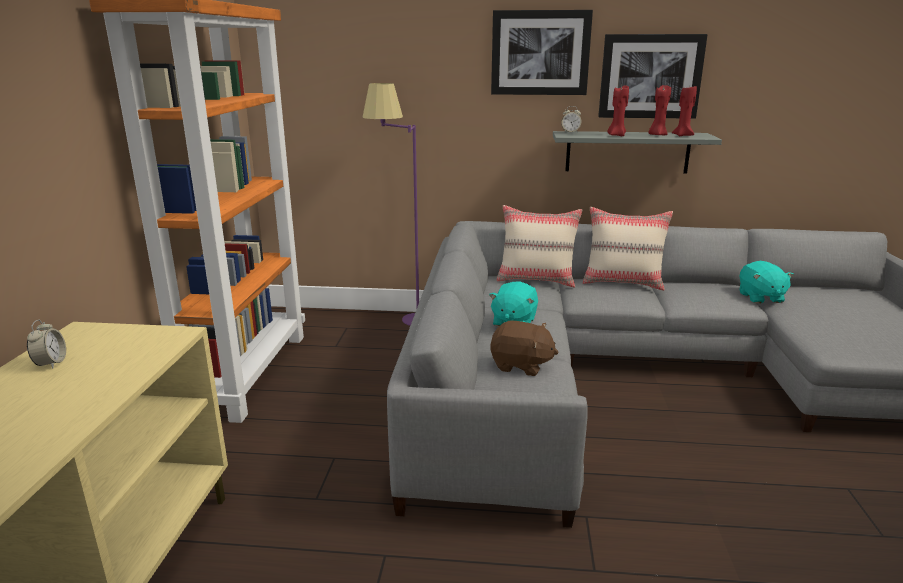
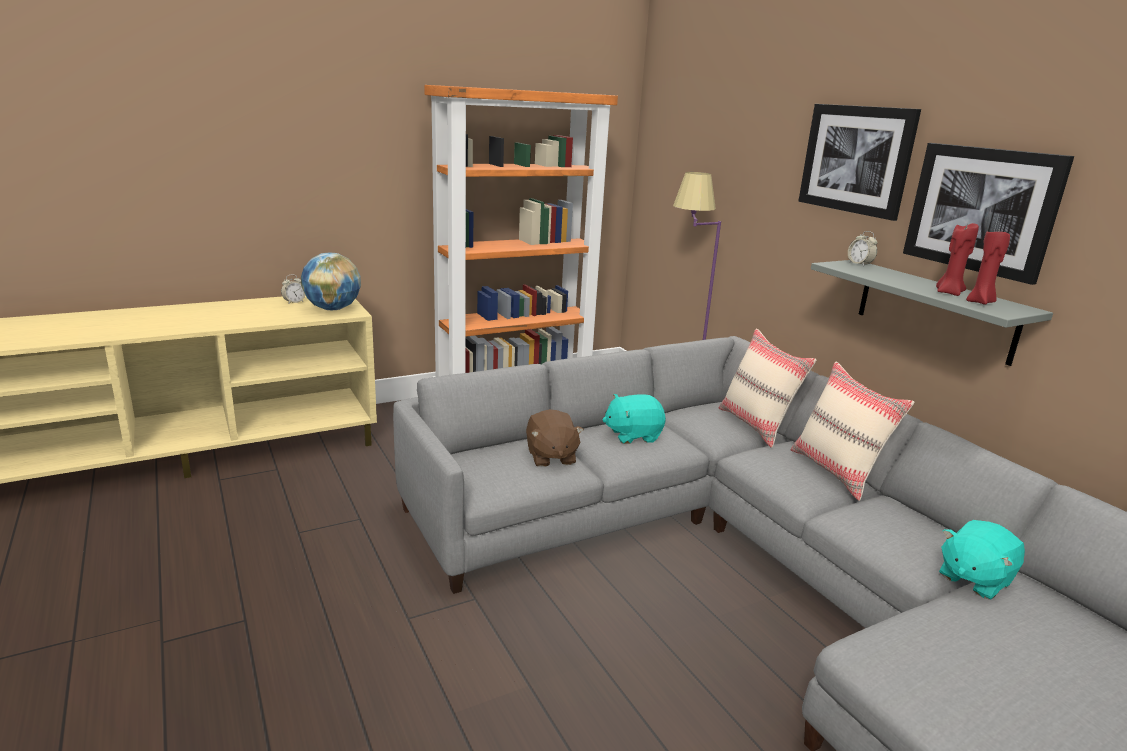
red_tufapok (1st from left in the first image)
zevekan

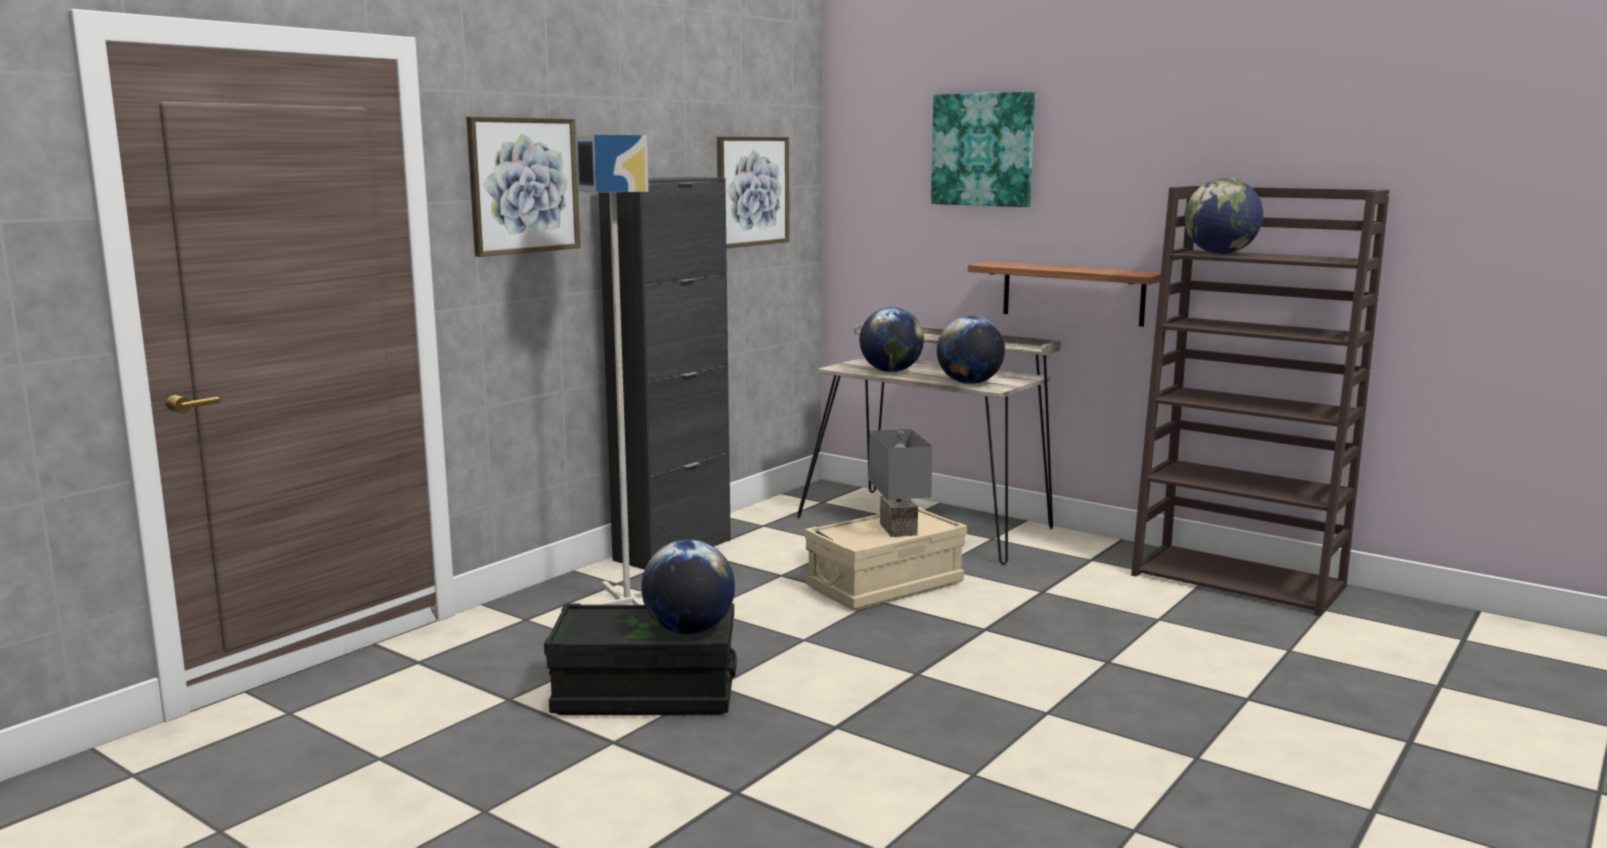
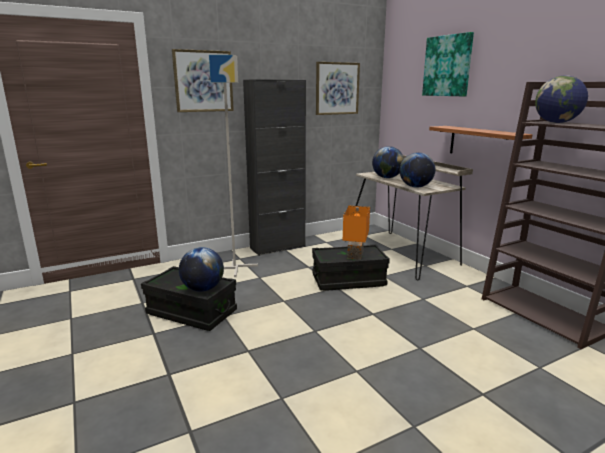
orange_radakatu
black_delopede (2nd from left)

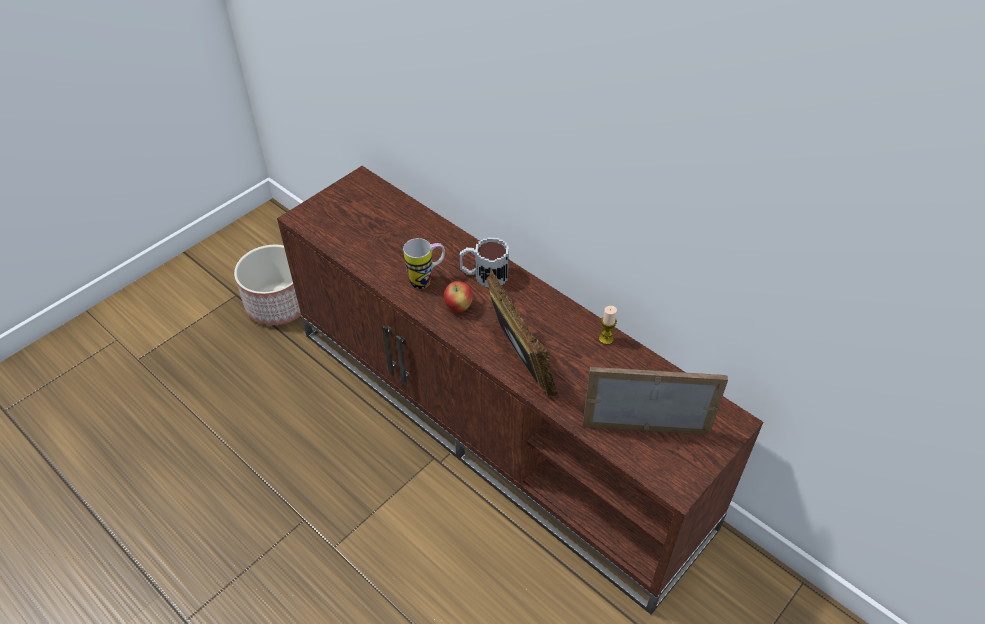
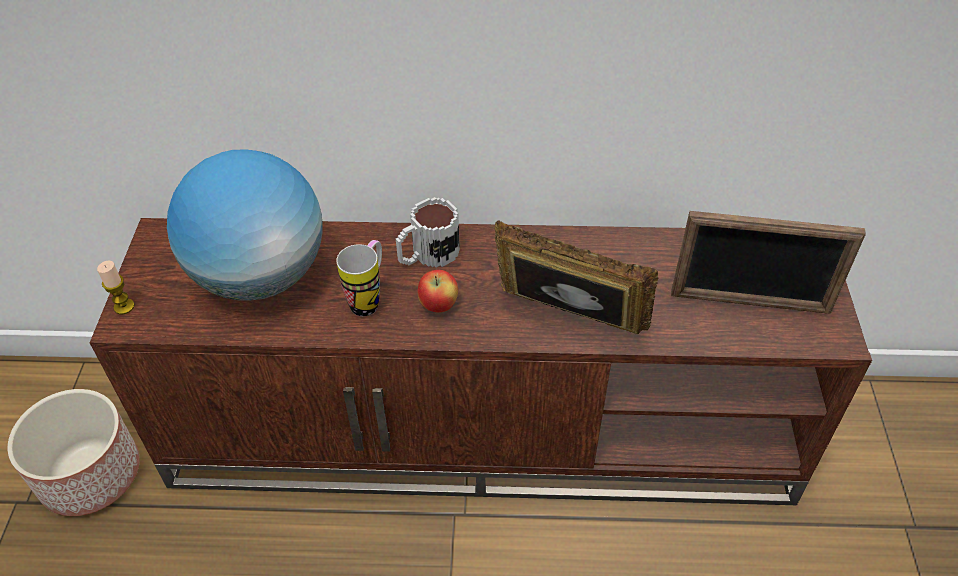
tufapok
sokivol (2nd from left)
zevekan

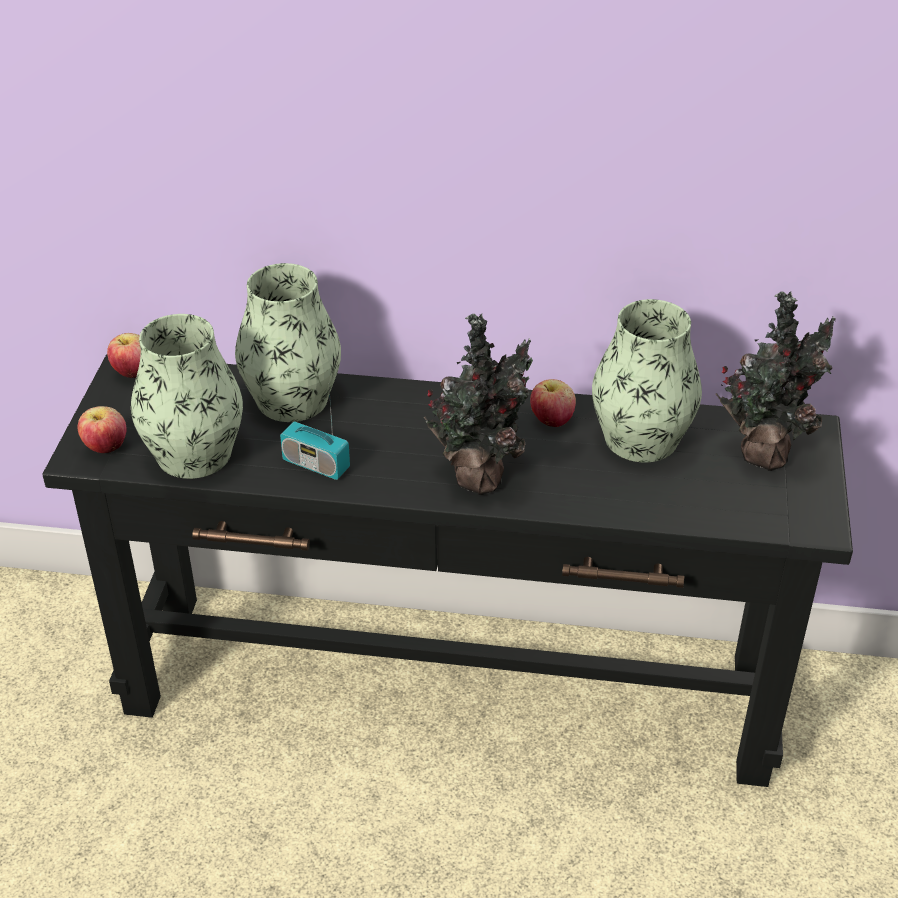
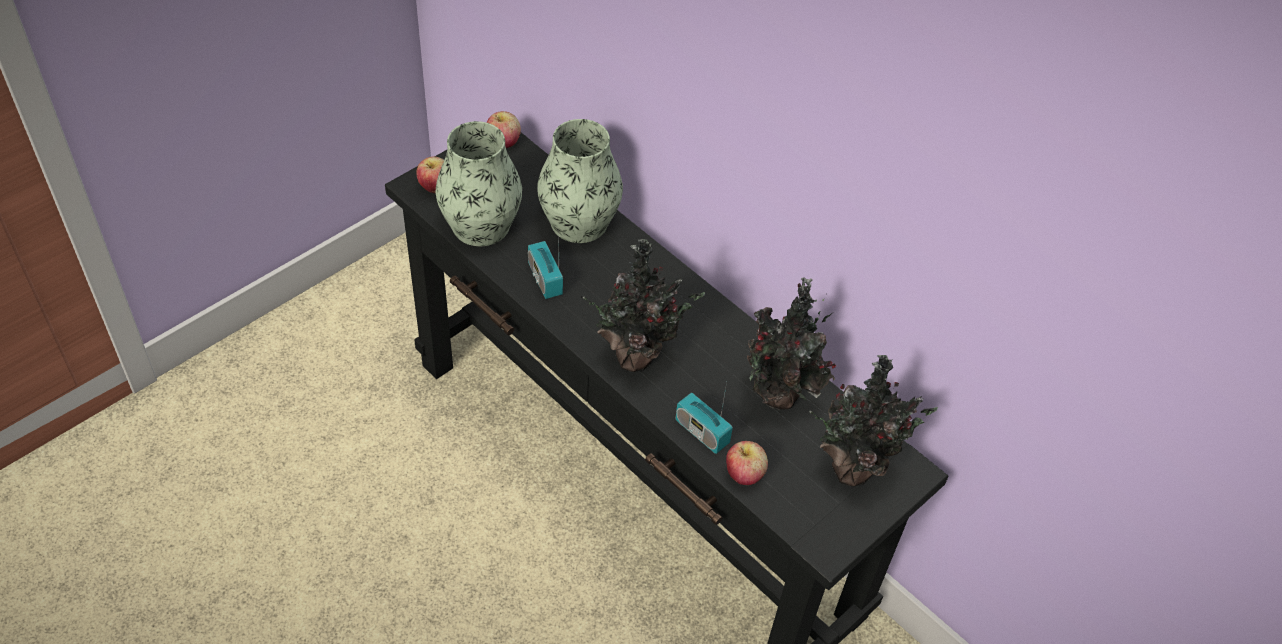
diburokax (2nd from left)
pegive (3rd from left)
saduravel (2nd from left)

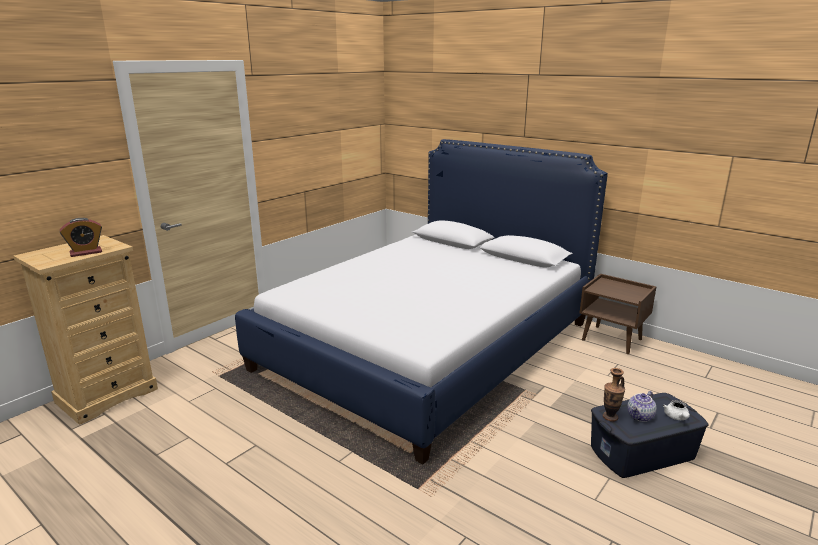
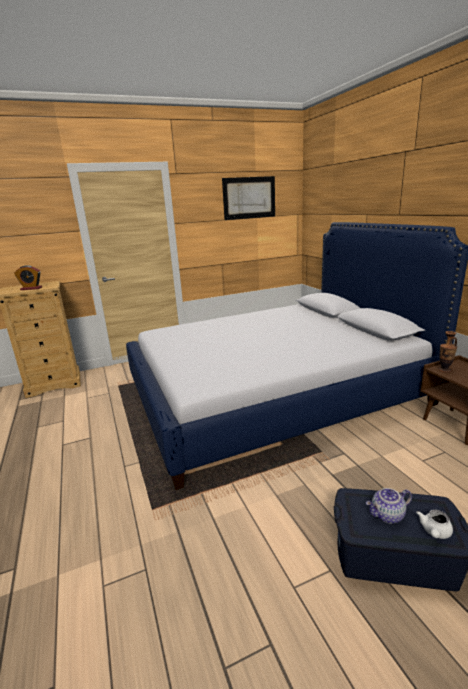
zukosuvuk
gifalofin

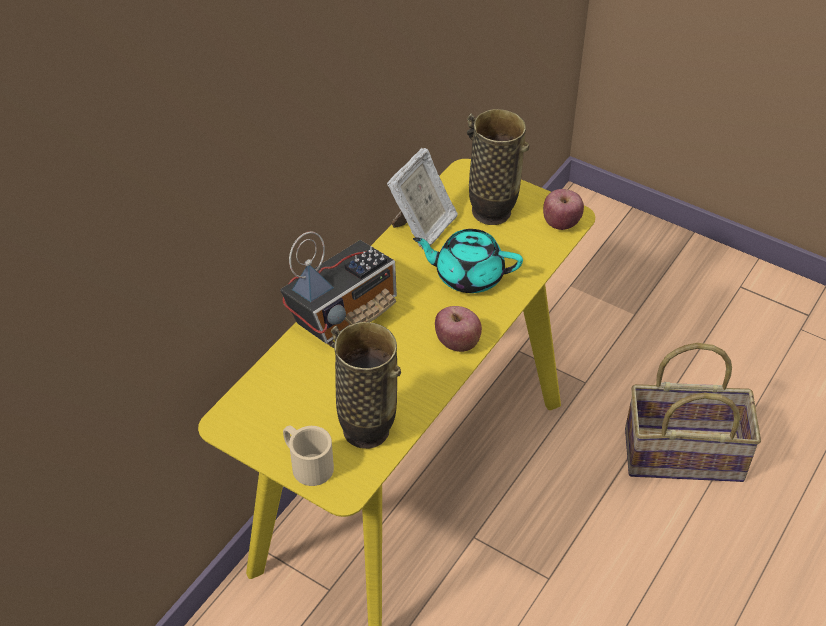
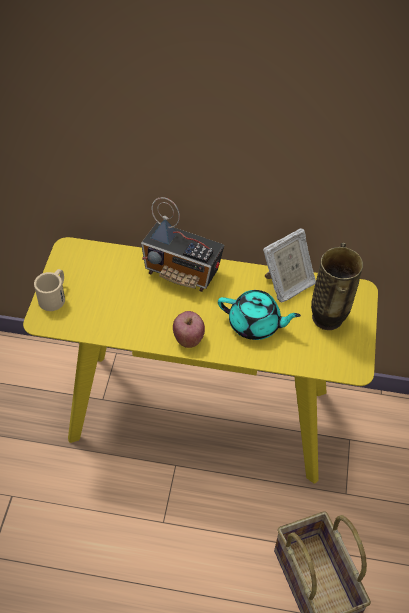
sokivol
pegive (2nd from left in the first image)
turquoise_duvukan
zukosuvuk (1st from left in the first image)

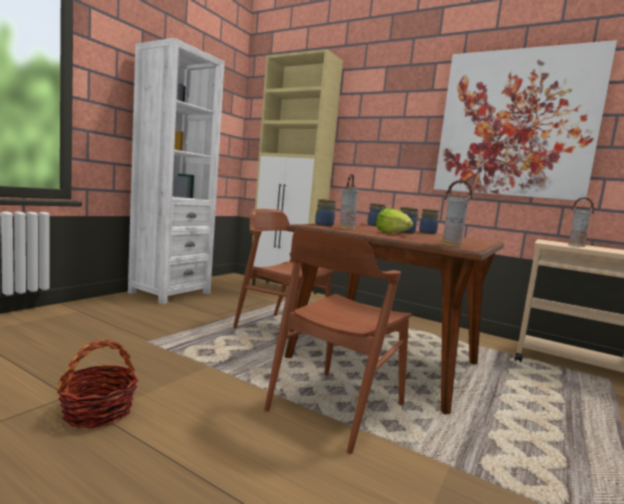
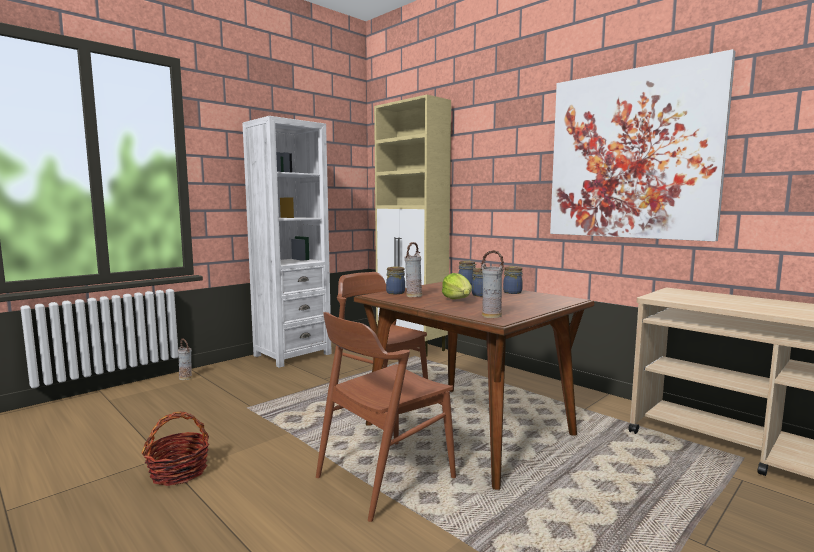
zukosuvuk (1st from left)

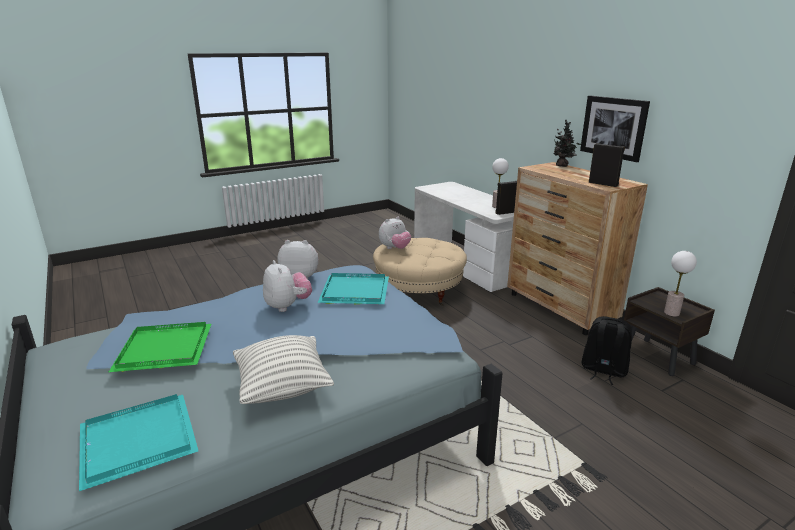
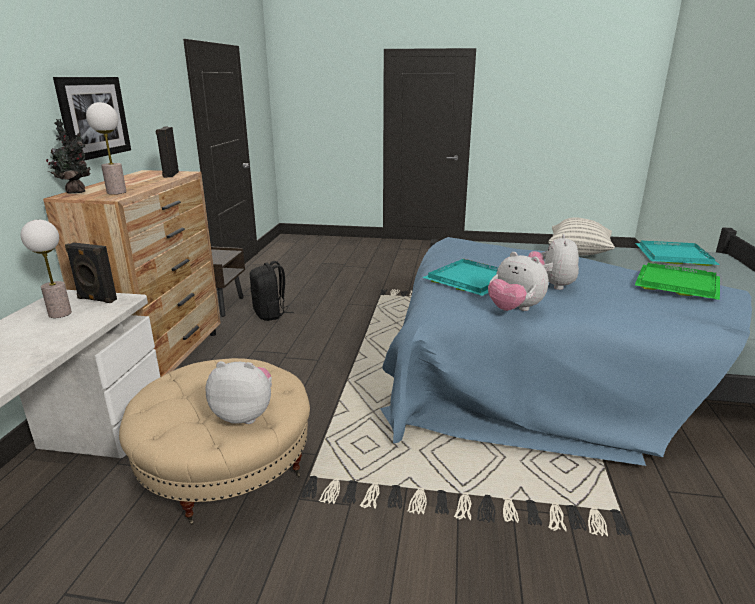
radakatu (2nd from left)

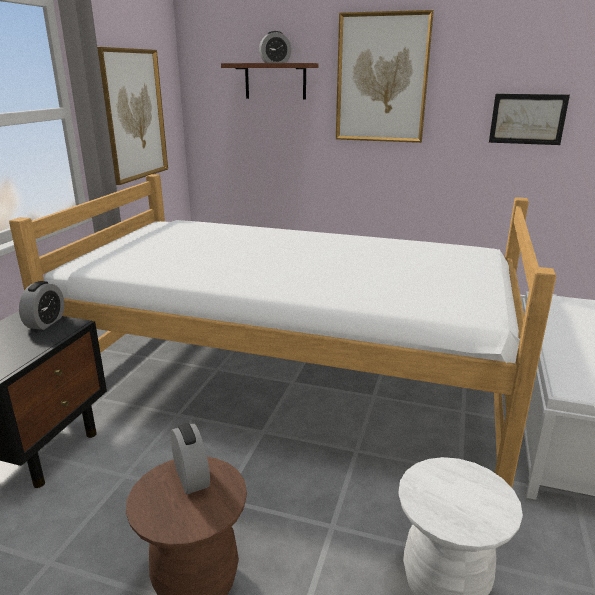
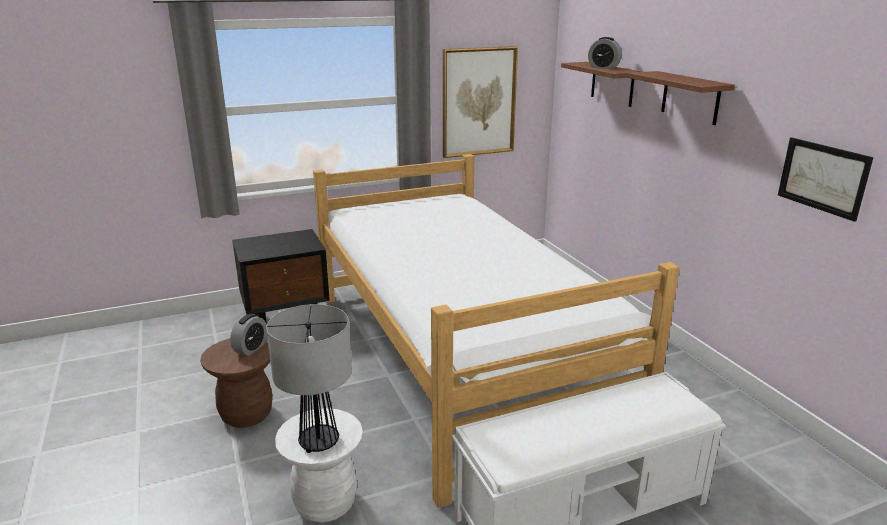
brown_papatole (2nd from left)
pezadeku (1st from left in the first image)
radakatu

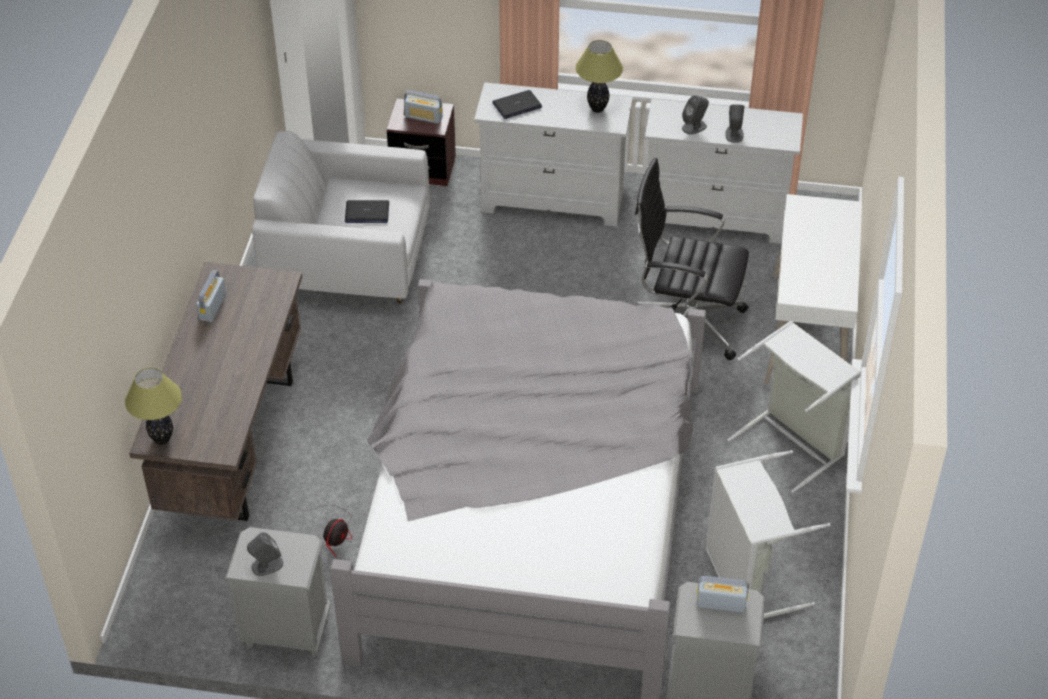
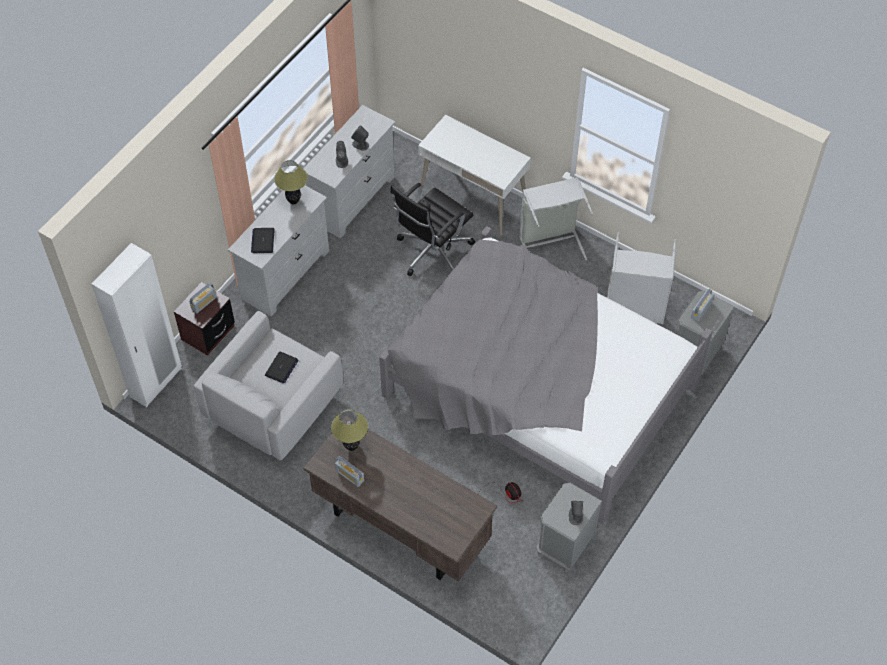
radakatu (2nd from left)

